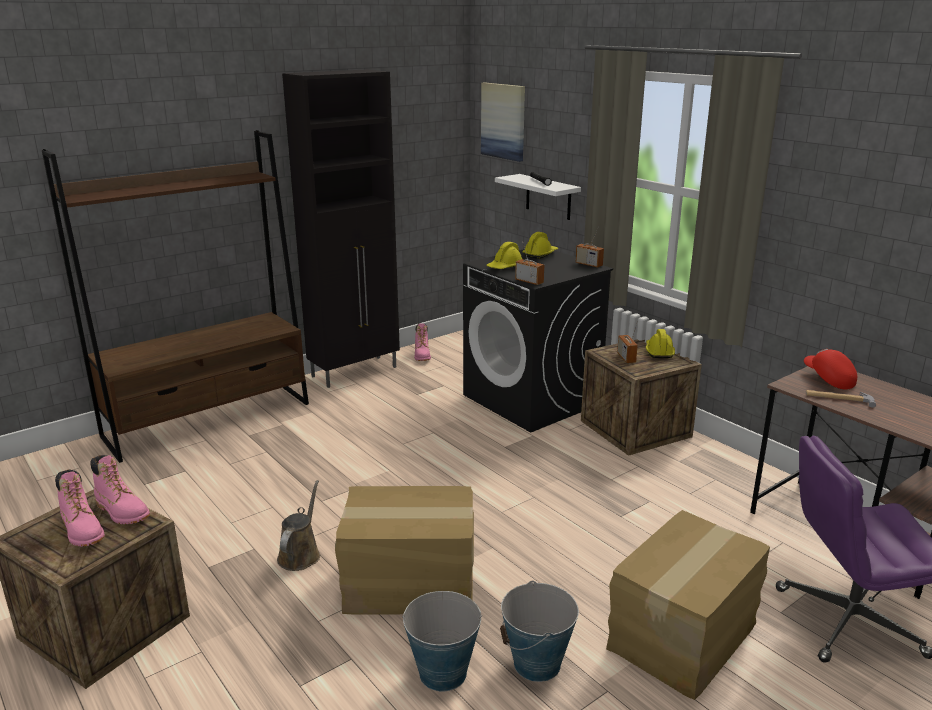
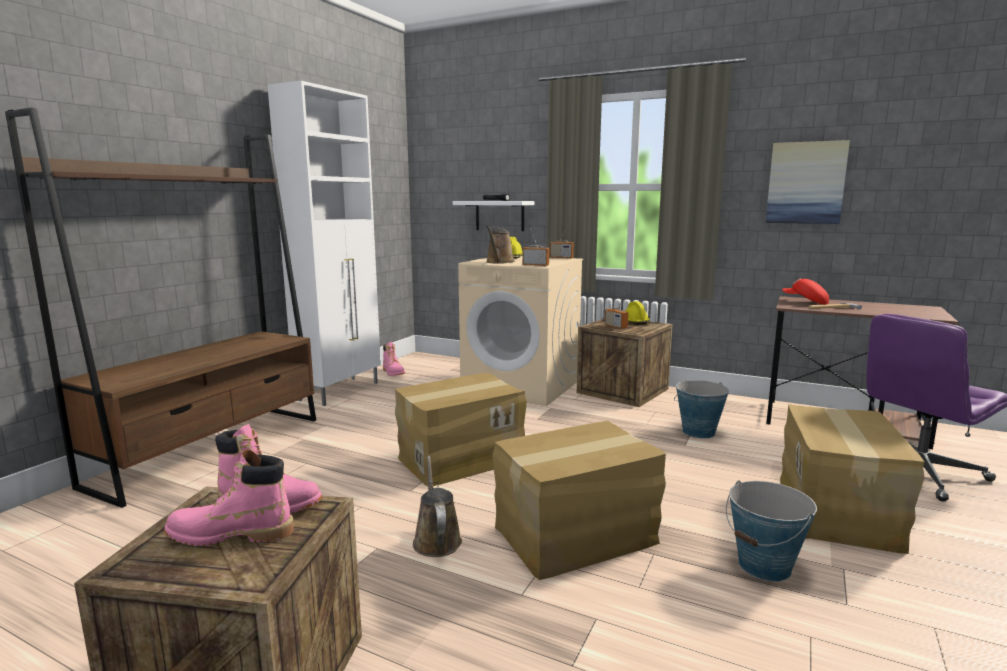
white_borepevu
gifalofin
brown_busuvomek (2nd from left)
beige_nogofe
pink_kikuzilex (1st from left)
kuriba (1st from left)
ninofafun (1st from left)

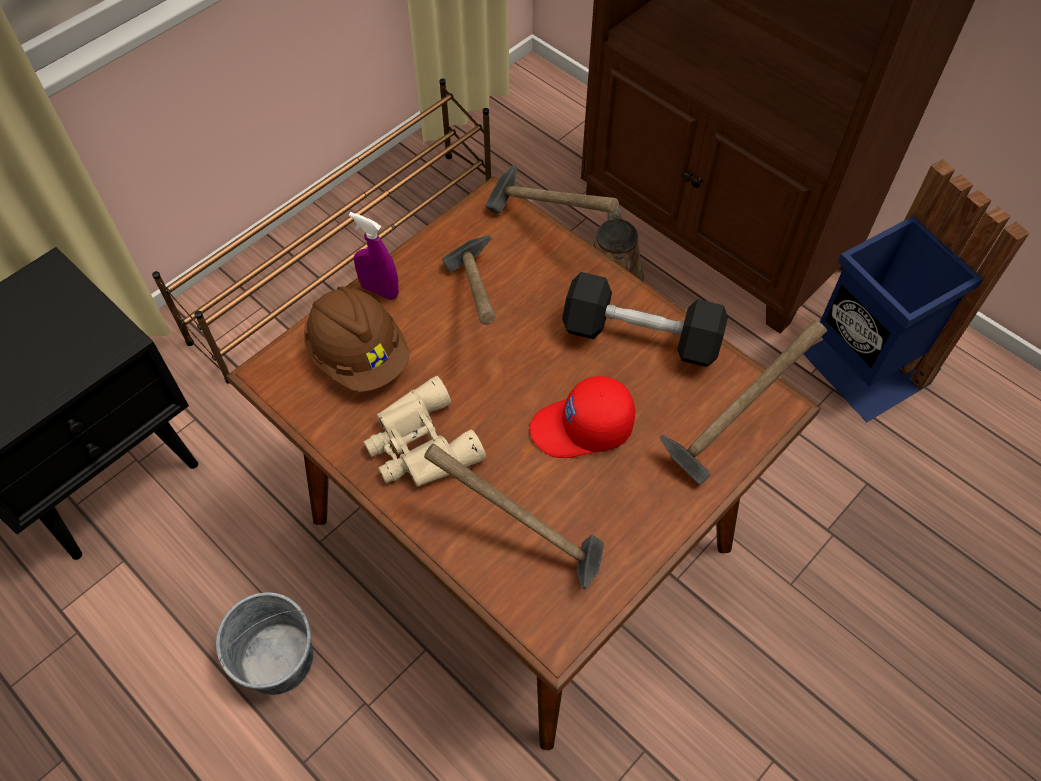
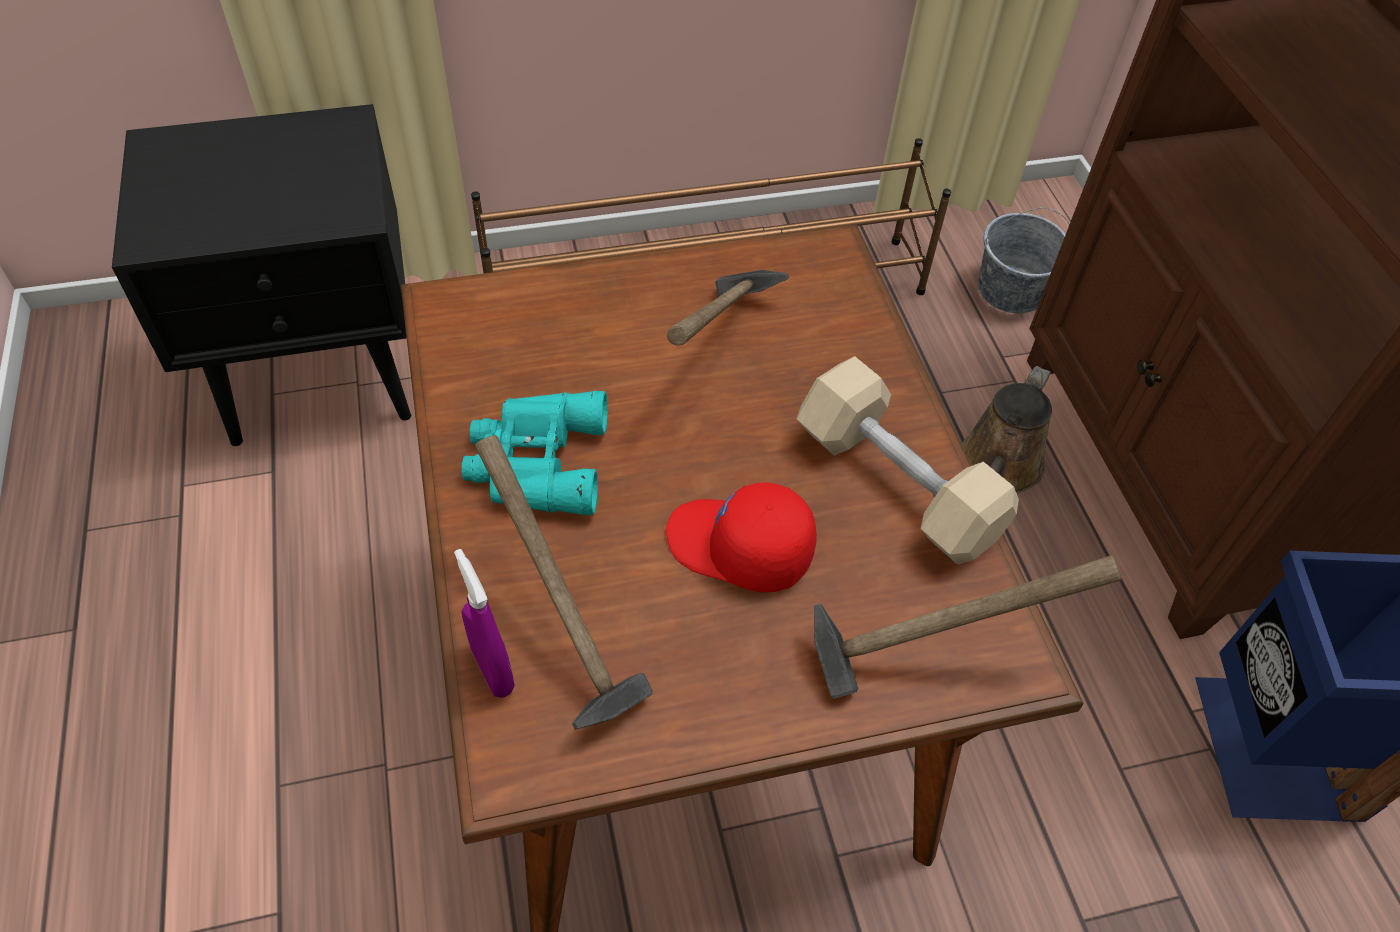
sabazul (3rd from left in the first image)
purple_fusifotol
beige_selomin
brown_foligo
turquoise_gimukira
grey_kuriba

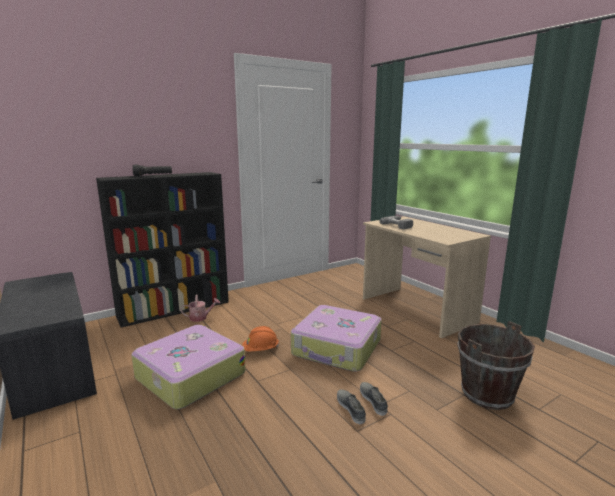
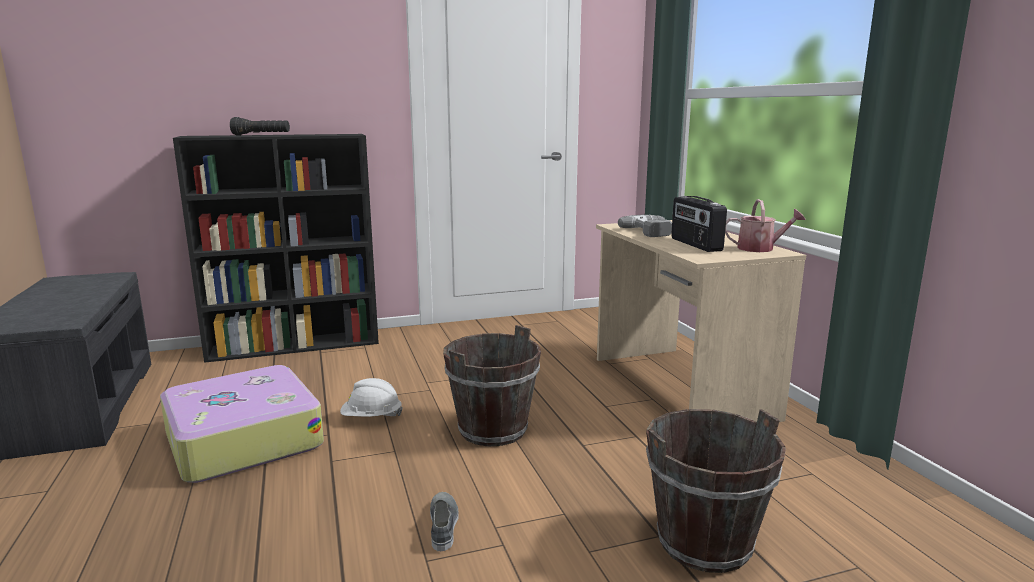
busuvomek
brown_kuriba (1st from left)
white_foligo
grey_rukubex (2nd from left in the first image)
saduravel

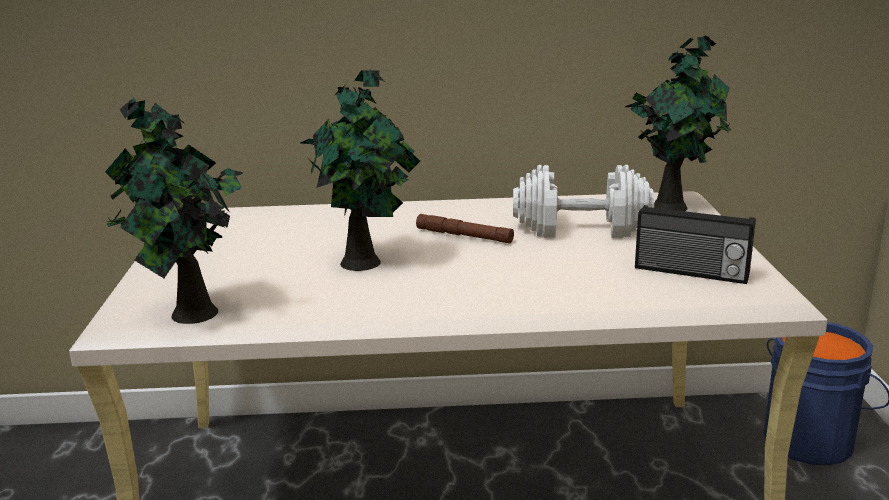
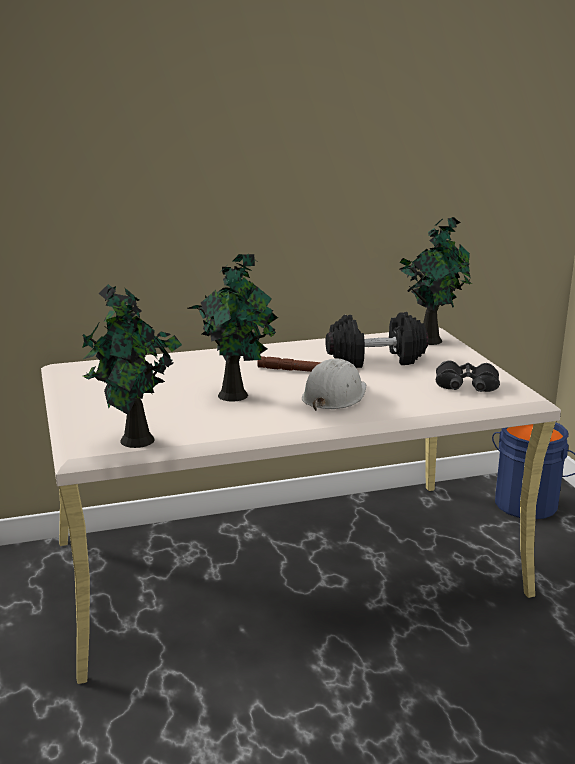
black_selomin
black_gimukira
white_foligo

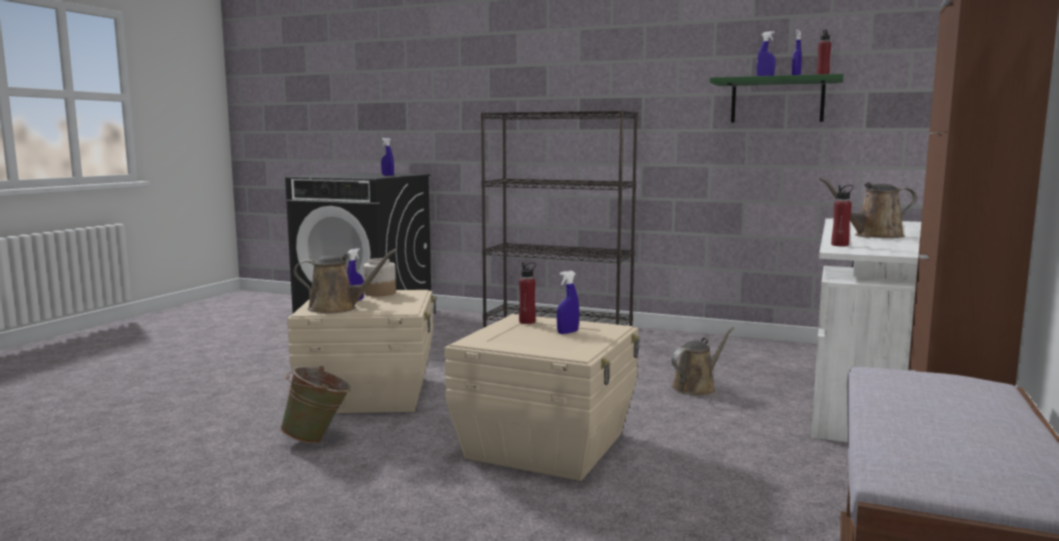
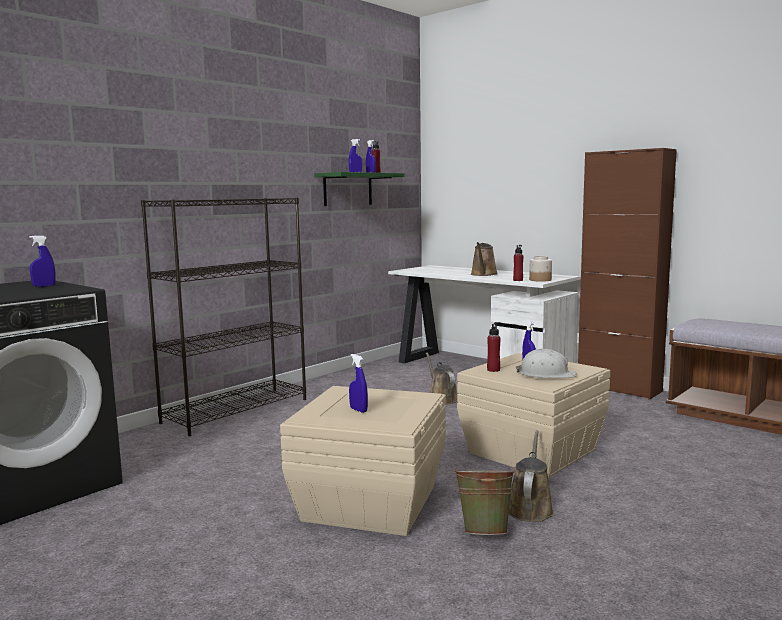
brown_busuvomek (3rd from left)
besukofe
white_foligo

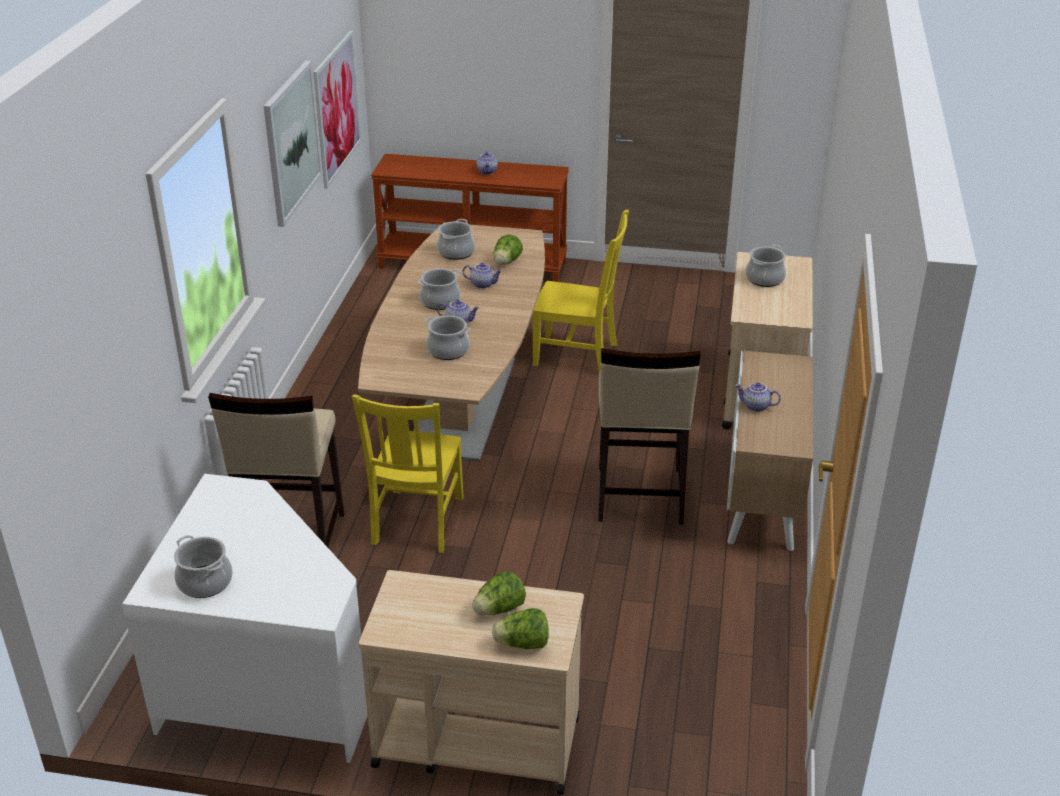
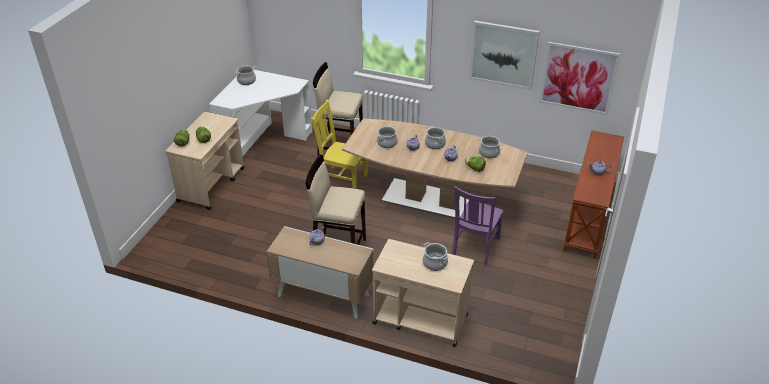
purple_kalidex

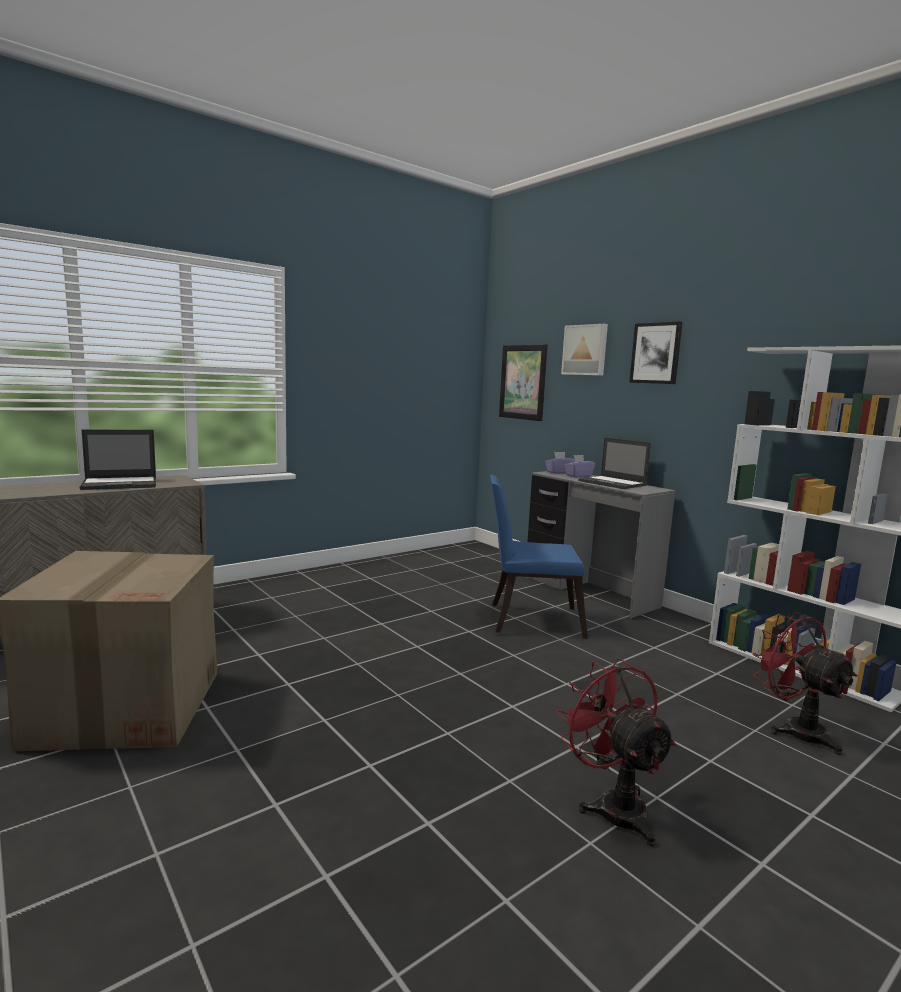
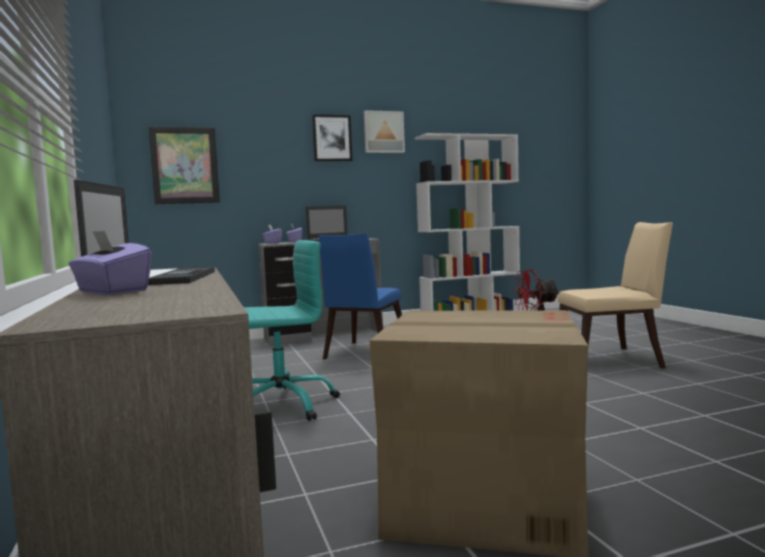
gifalofin (3rd from left)
beige_kalidex
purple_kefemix (1st from left)
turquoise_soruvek

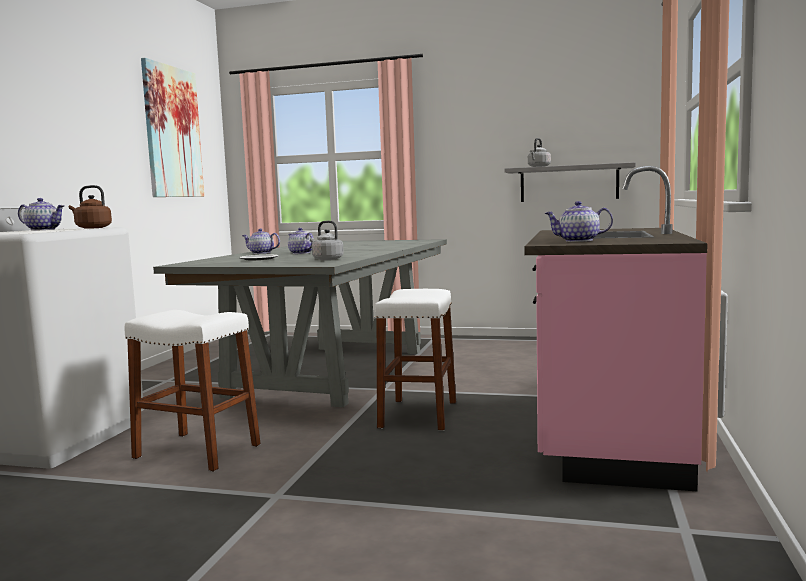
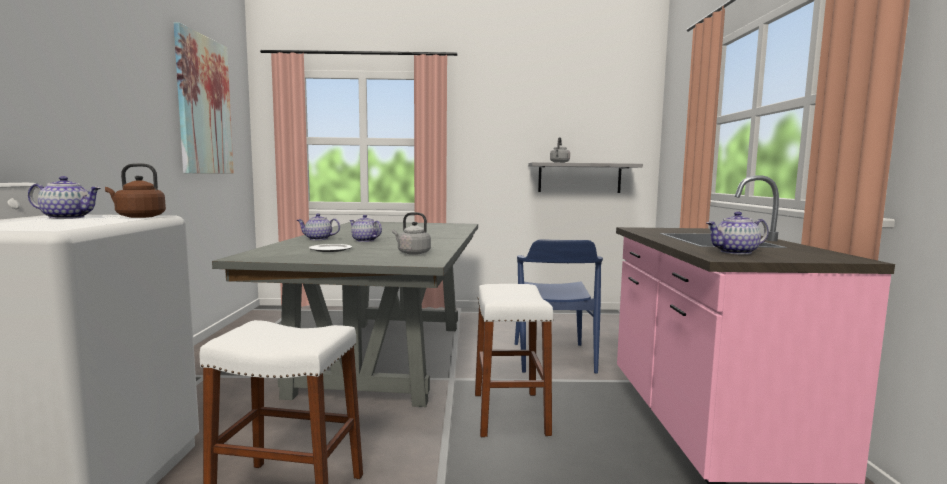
blue_kalidex

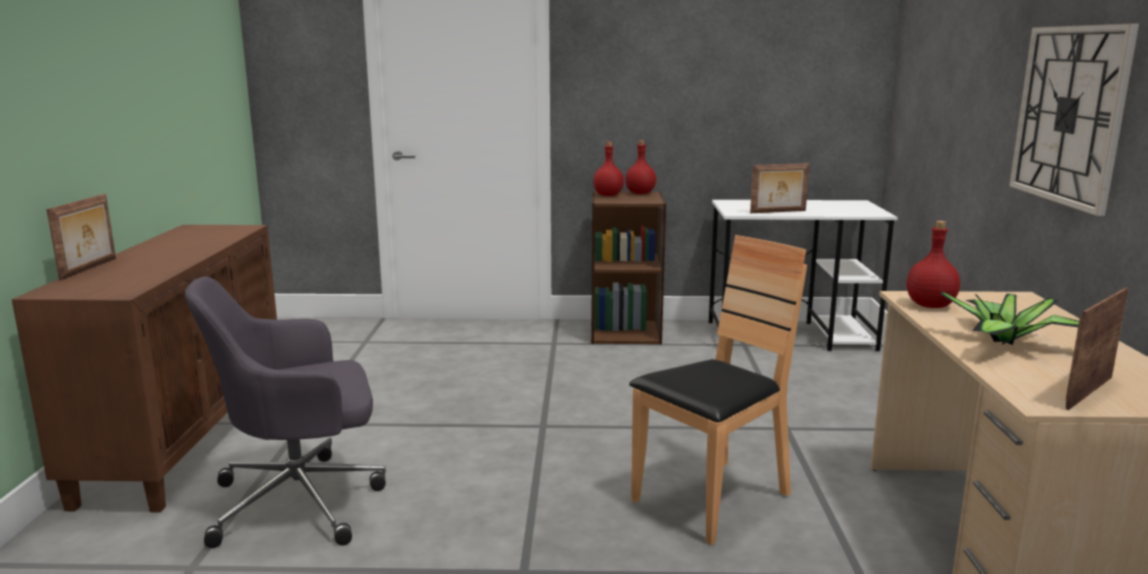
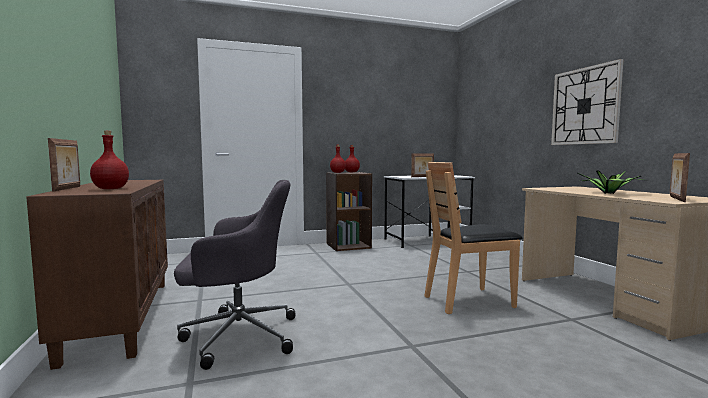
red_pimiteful (1st from left)
brown_kalidex
grey_soruvek

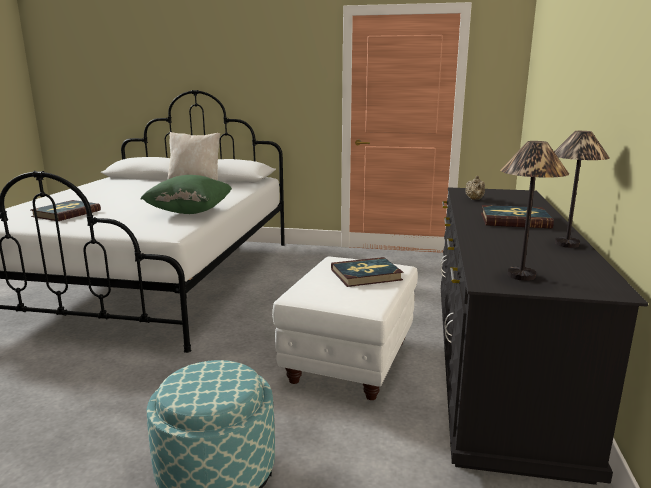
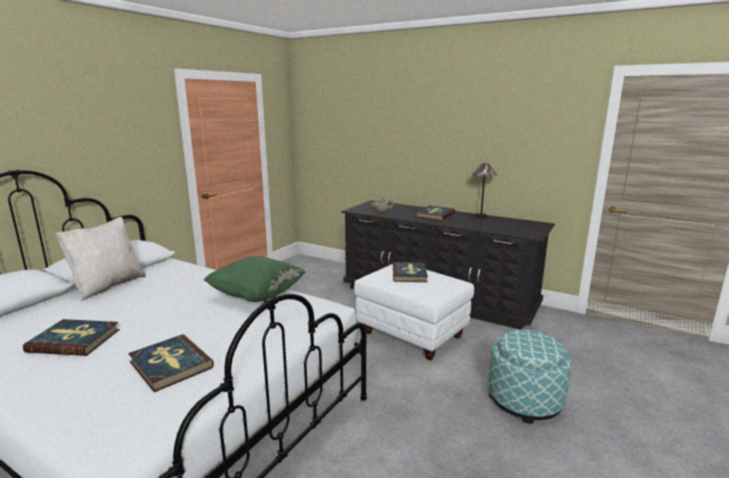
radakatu (1st from left in the first image)
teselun (1st from left)

